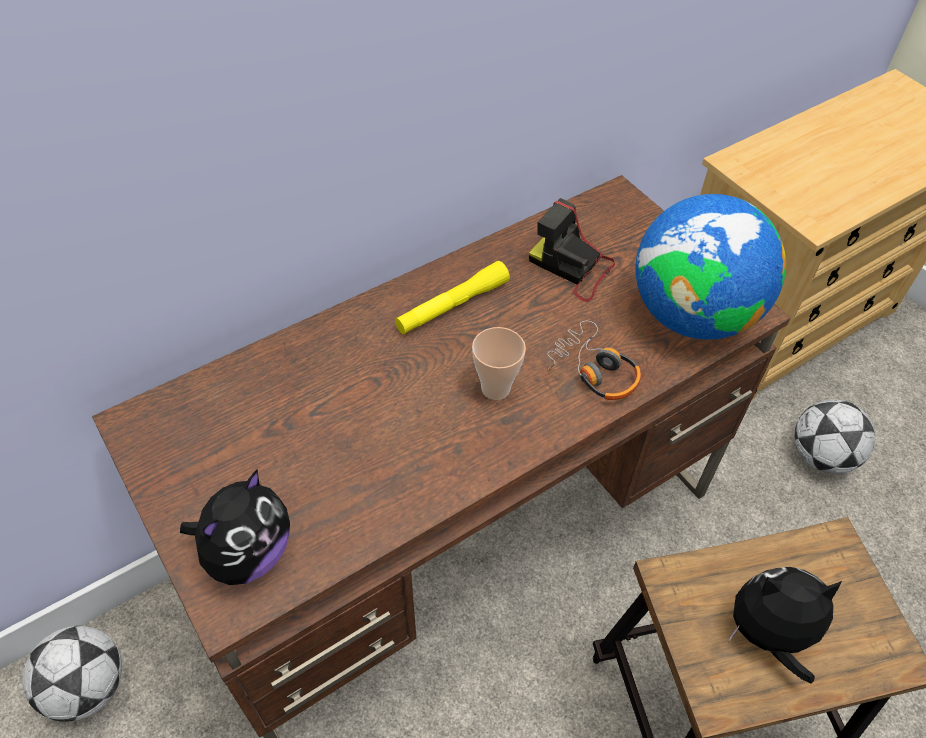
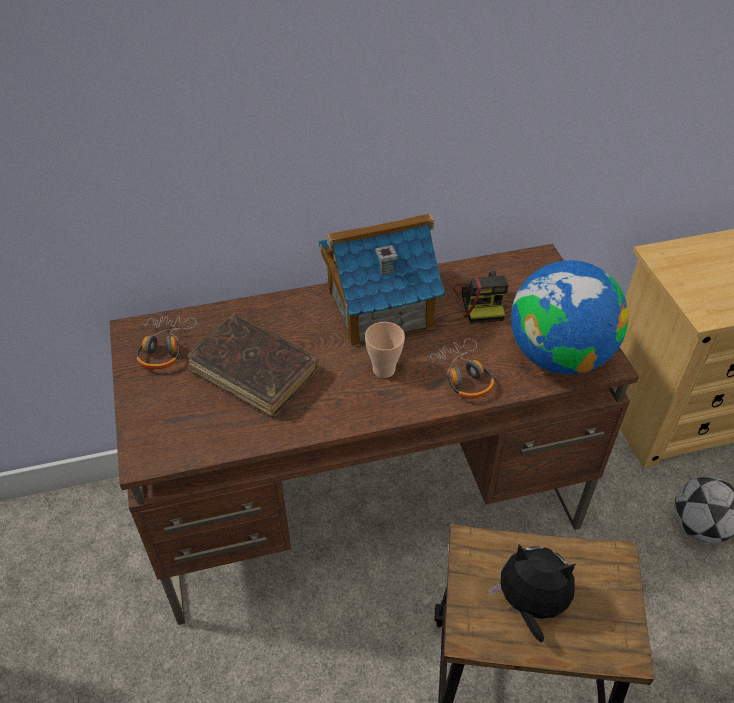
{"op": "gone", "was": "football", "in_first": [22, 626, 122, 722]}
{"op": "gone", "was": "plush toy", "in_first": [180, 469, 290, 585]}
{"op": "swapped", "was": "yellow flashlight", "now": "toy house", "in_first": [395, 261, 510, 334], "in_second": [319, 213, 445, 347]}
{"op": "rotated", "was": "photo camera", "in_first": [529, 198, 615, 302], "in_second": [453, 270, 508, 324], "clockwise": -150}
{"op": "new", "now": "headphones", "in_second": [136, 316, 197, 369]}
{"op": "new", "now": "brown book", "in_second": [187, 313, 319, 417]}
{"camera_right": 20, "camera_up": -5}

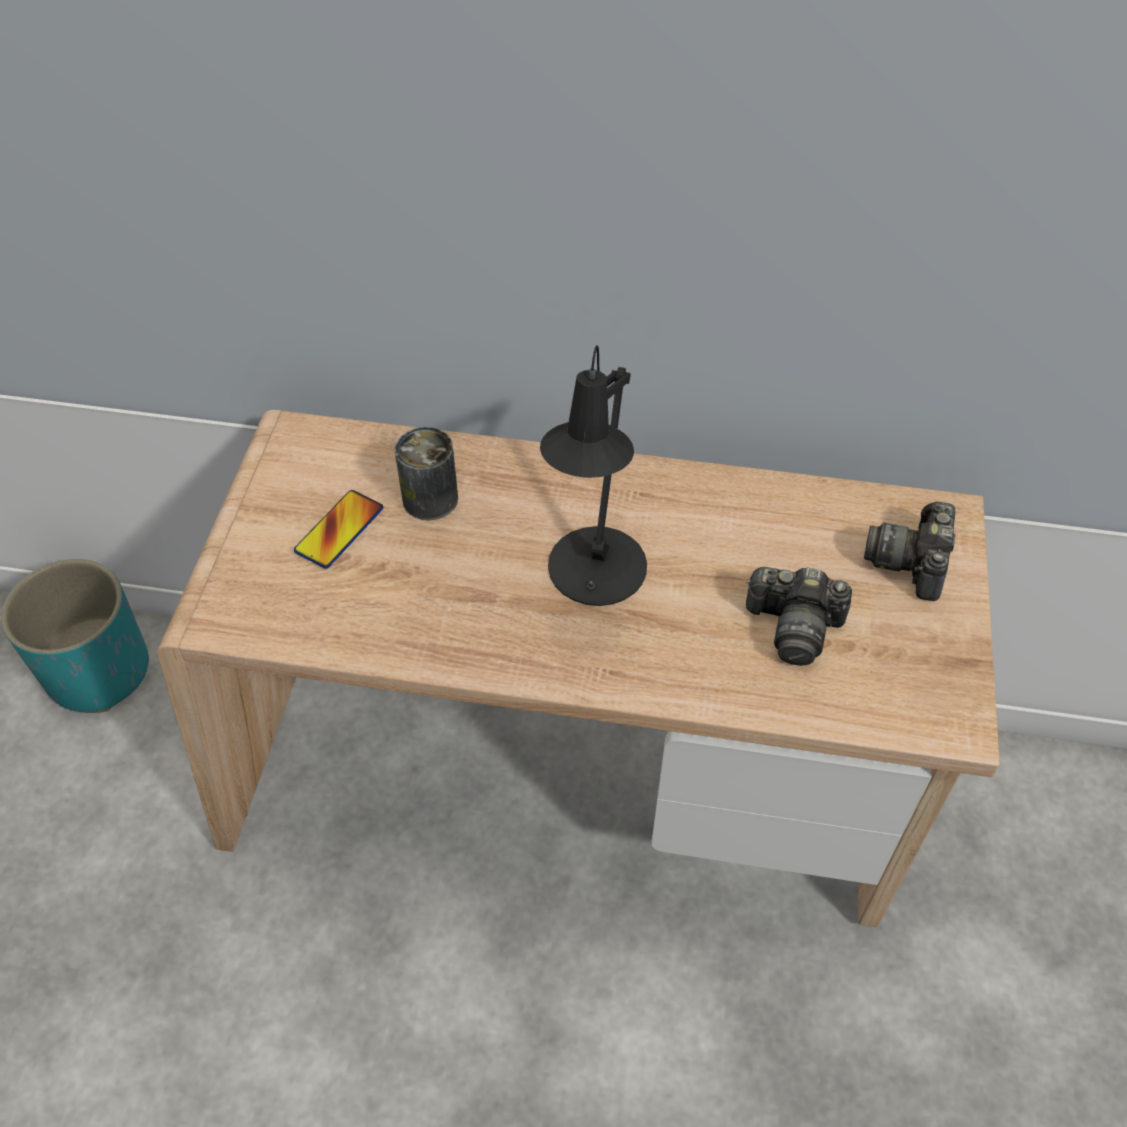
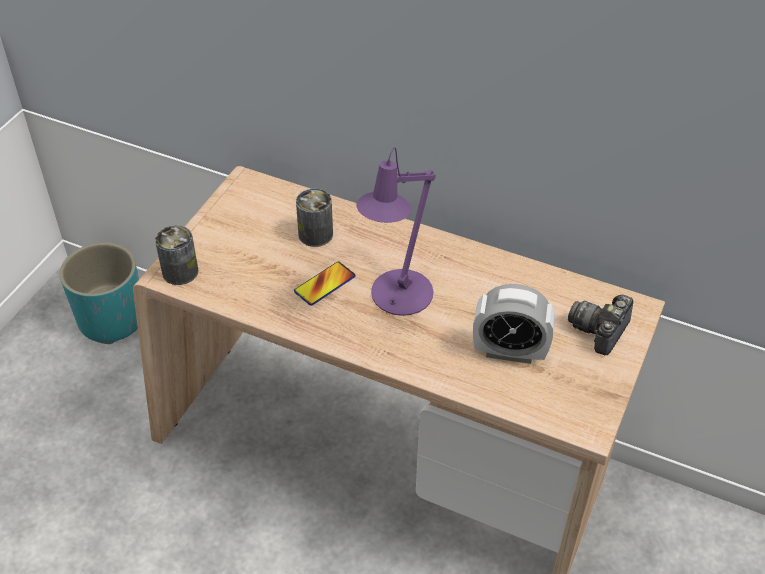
{"op": "shifted", "was": "phone", "in_first": [294, 490, 383, 568], "in_second": [294, 262, 356, 306]}
{"op": "repainted", "was": "black table lamp", "now": "purple table lamp", "in_first": [540, 345, 647, 606], "in_second": [356, 147, 436, 316]}
{"op": "swapped", "was": "photo camera", "now": "alarm clock", "in_first": [746, 567, 852, 666], "in_second": [473, 284, 555, 364]}
{"op": "new", "now": "can", "in_second": [155, 225, 198, 285]}
{"camera_right": 15, "camera_up": -5}

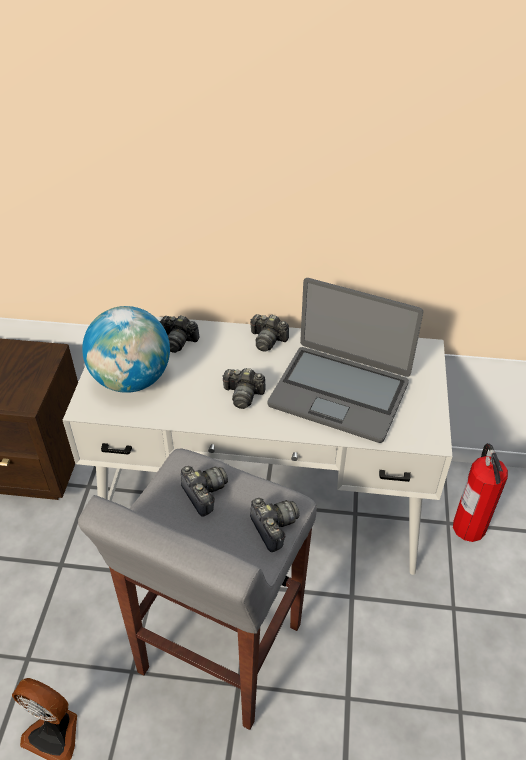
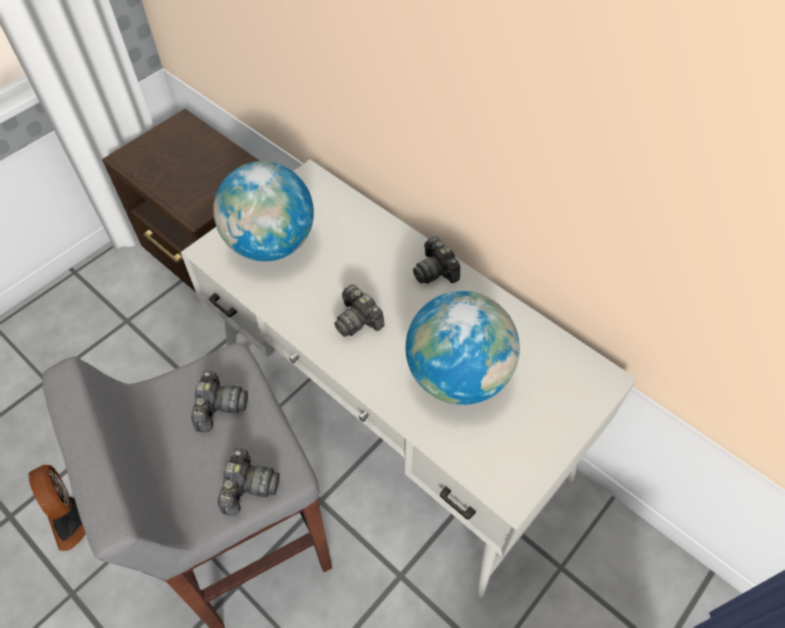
{"op": "gone", "was": "photo camera", "in_first": [159, 315, 200, 353]}
{"op": "swapped", "was": "laptop", "now": "globe", "in_first": [268, 278, 423, 443], "in_second": [406, 291, 520, 405]}
{"op": "gone", "was": "fire extinguisher", "in_first": [453, 443, 508, 542]}
{"camera_right": 35, "camera_up": 10}

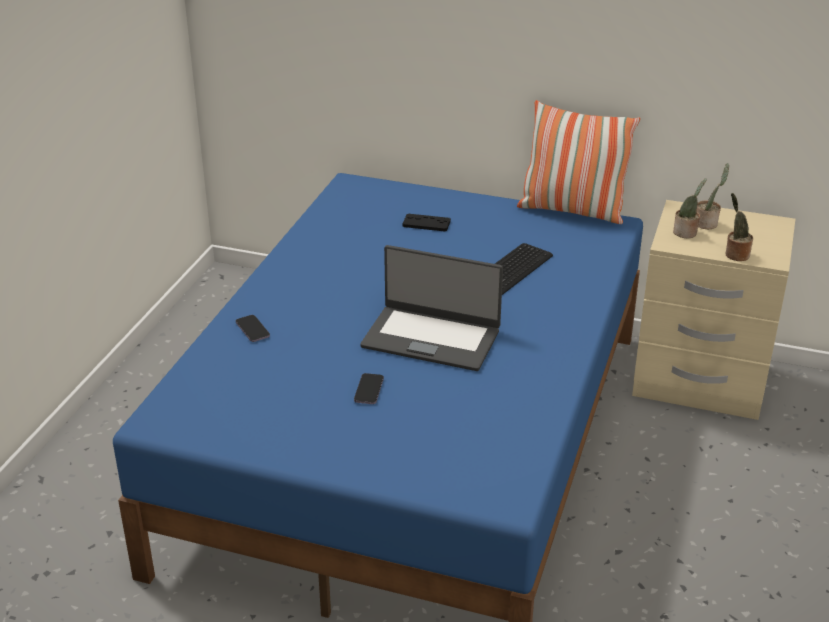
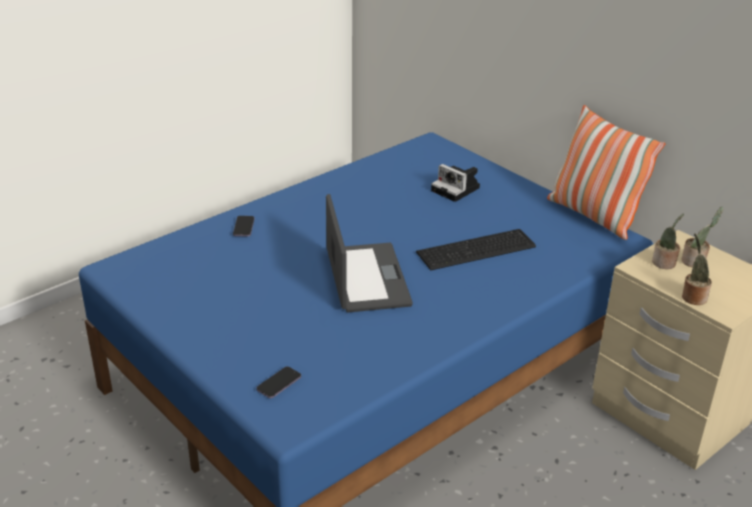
{"op": "shifted", "was": "phone", "in_first": [354, 373, 384, 404], "in_second": [256, 366, 301, 398]}
{"op": "rotated", "was": "laptop", "in_first": [360, 245, 503, 371], "in_second": [326, 194, 413, 312], "clockwise": -150}
{"op": "swapped", "was": "black game controller", "now": "photo camera", "in_first": [402, 214, 451, 231], "in_second": [431, 164, 480, 202]}
{"camera_right": 30, "camera_up": 0}

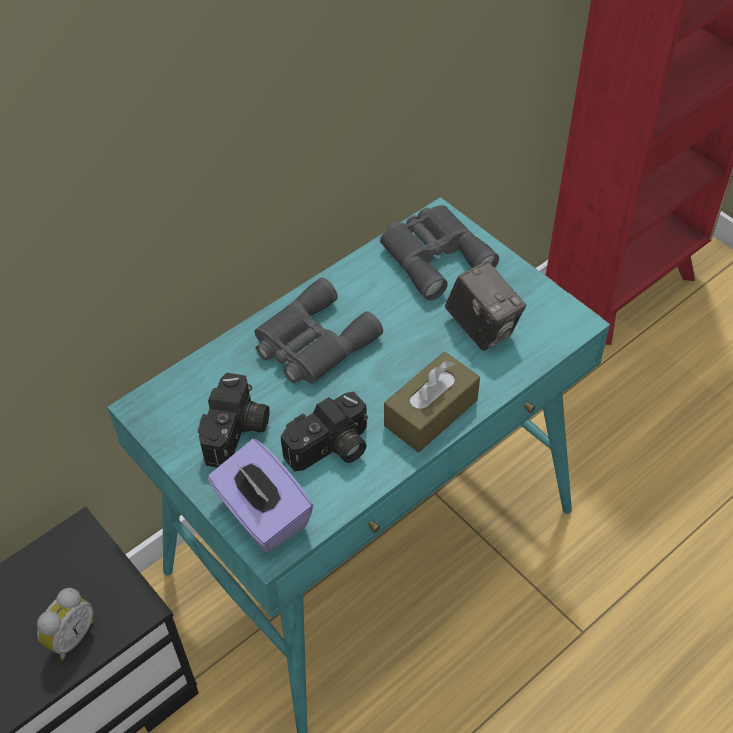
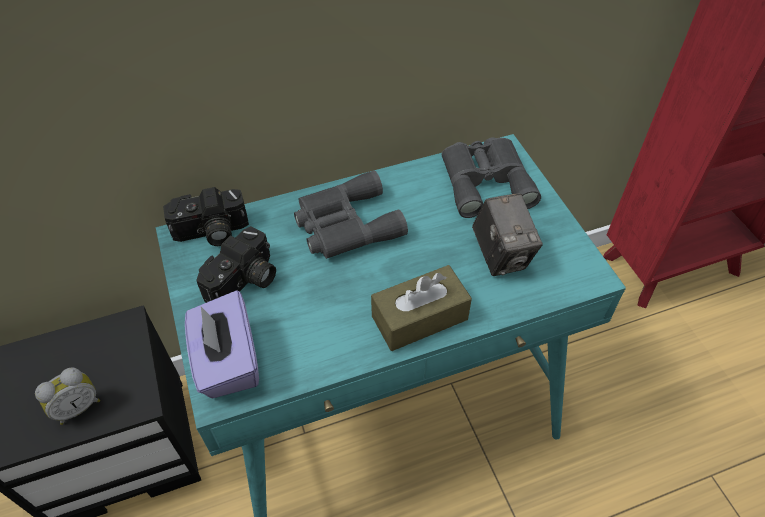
{"op": "shifted", "was": "photo camera", "in_first": [281, 392, 368, 472], "in_second": [163, 187, 249, 246]}
{"camera_right": 20, "camera_up": 0}

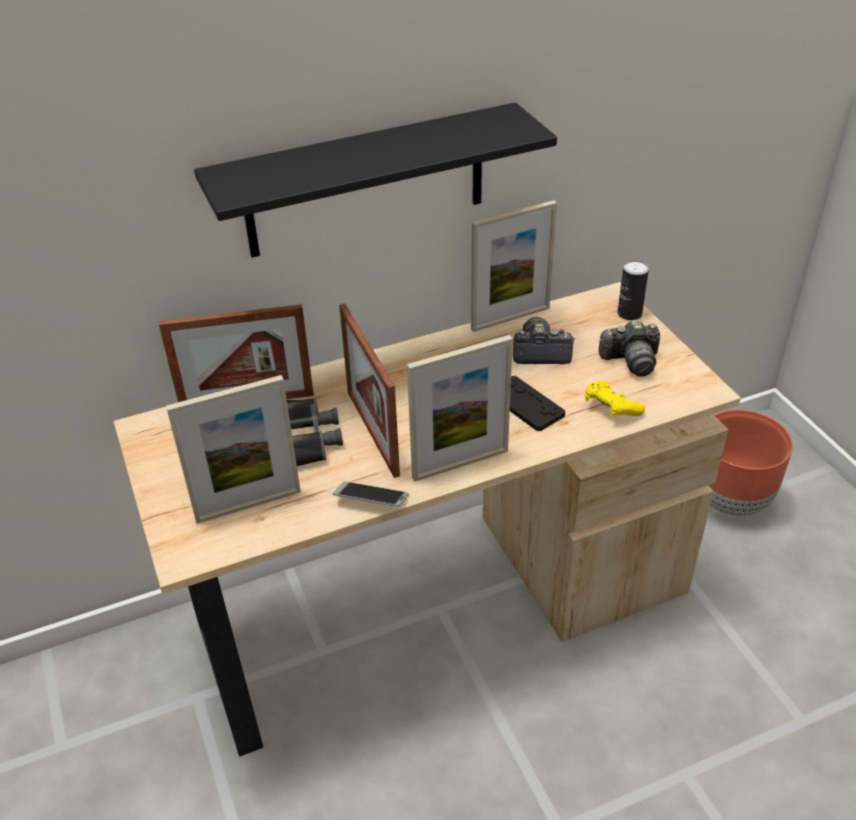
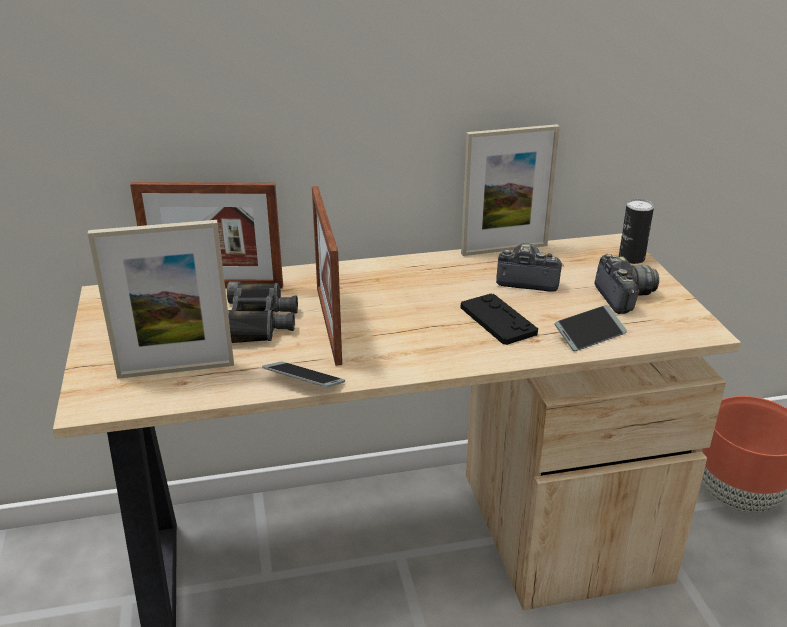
{"op": "gone", "was": "black shelf", "in_first": [194, 102, 557, 258]}
{"op": "gone", "was": "picture frame", "in_first": [407, 335, 513, 482]}
{"op": "swapped", "was": "yellow game controller", "now": "phone", "in_first": [585, 381, 645, 417], "in_second": [554, 305, 627, 351]}
{"op": "rotated", "was": "photo camera", "in_first": [599, 320, 660, 376], "in_second": [594, 254, 659, 314], "clockwise": -105}
{"camera_right": 10, "camera_up": -10}

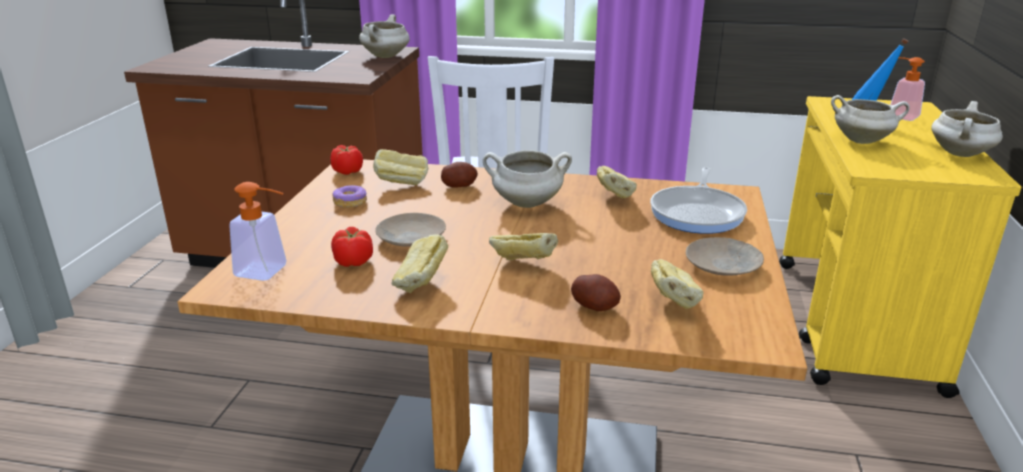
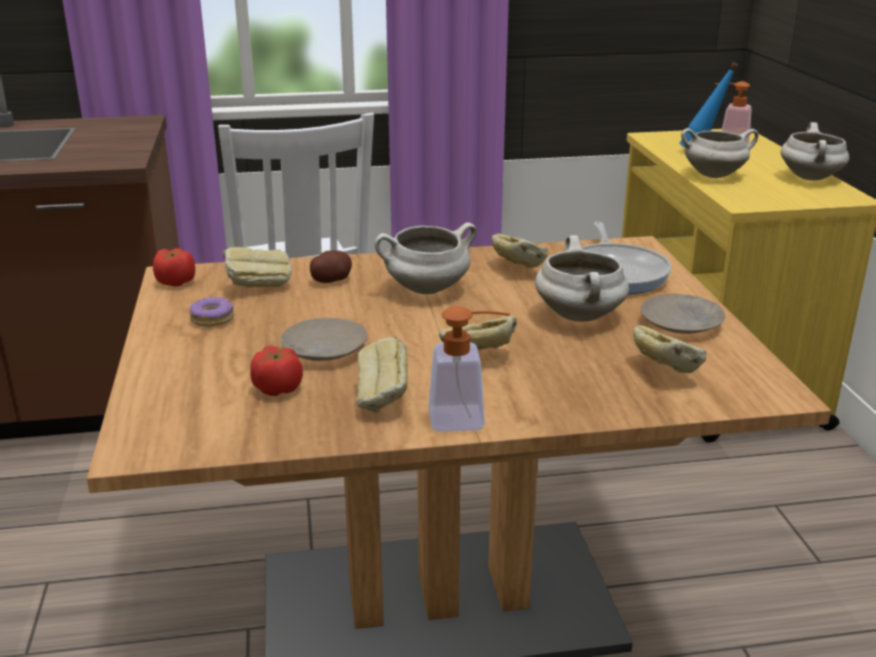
{"op": "shifted", "was": "soap dispenser", "in_first": [229, 182, 287, 281], "in_second": [428, 306, 510, 432]}
{"op": "shifted", "was": "white cooking pot", "in_first": [359, 14, 410, 58], "in_second": [535, 235, 629, 322]}
{"op": "gone", "was": "potato", "in_first": [571, 274, 621, 311]}
{"camera_right": -20, "camera_up": 0}

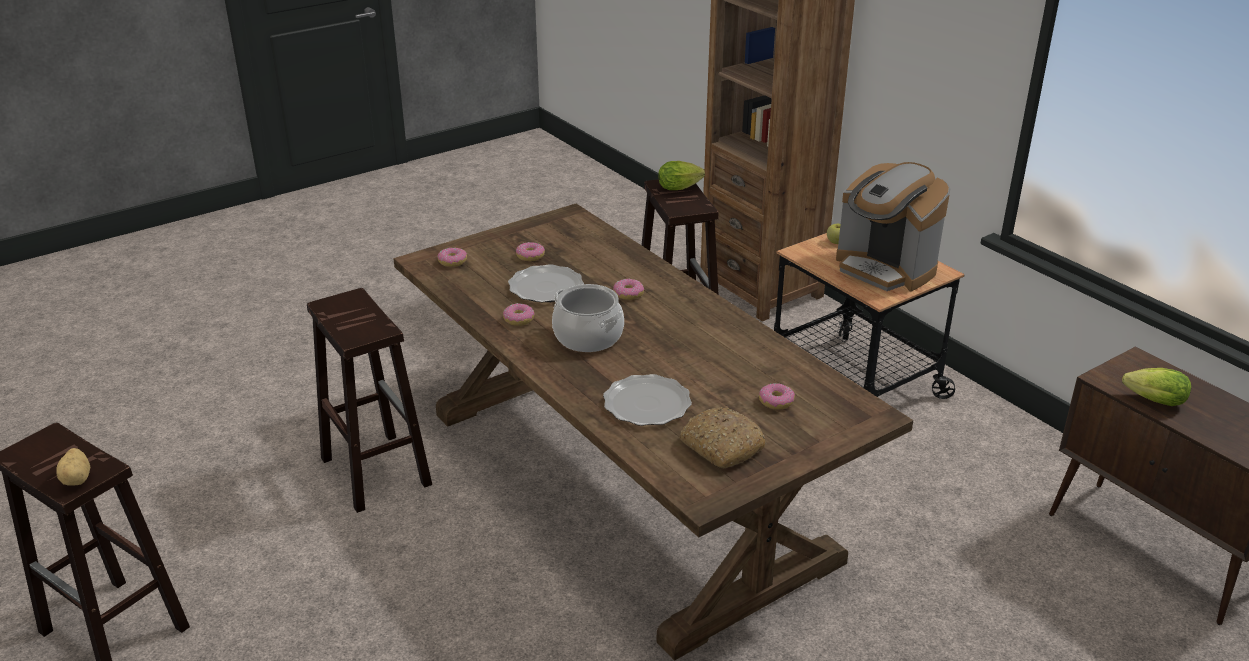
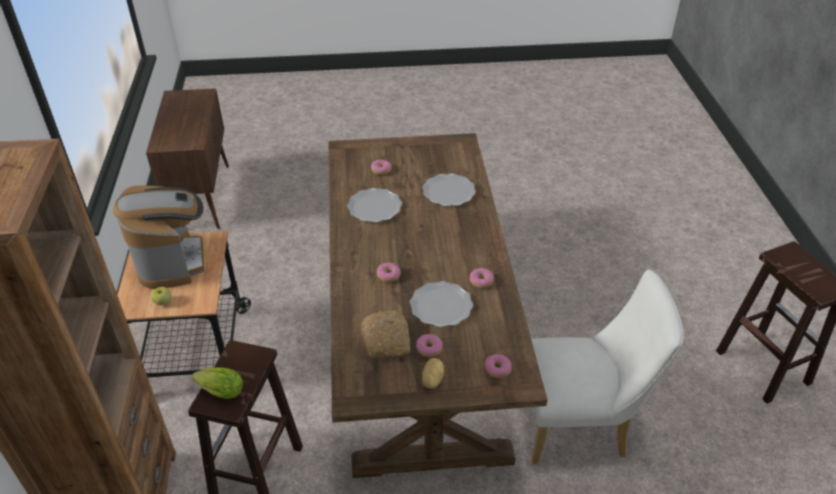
{"op": "shifted", "was": "potato", "in_first": [56, 448, 90, 485], "in_second": [422, 358, 444, 389]}
{"op": "swapped", "was": "brown stool", "now": "white chair", "in_first": [307, 288, 432, 513], "in_second": [531, 270, 684, 464]}
{"op": "gone", "was": "cooking pot", "in_first": [552, 284, 624, 352]}
{"op": "shifted", "was": "bread", "in_first": [679, 407, 767, 468], "in_second": [361, 311, 410, 357]}
{"op": "gone", "was": "lettuce", "in_first": [1122, 368, 1191, 406]}
{"op": "new", "now": "plate", "in_second": [347, 188, 402, 223]}
{"camera_right": -150, "camera_up": 10}

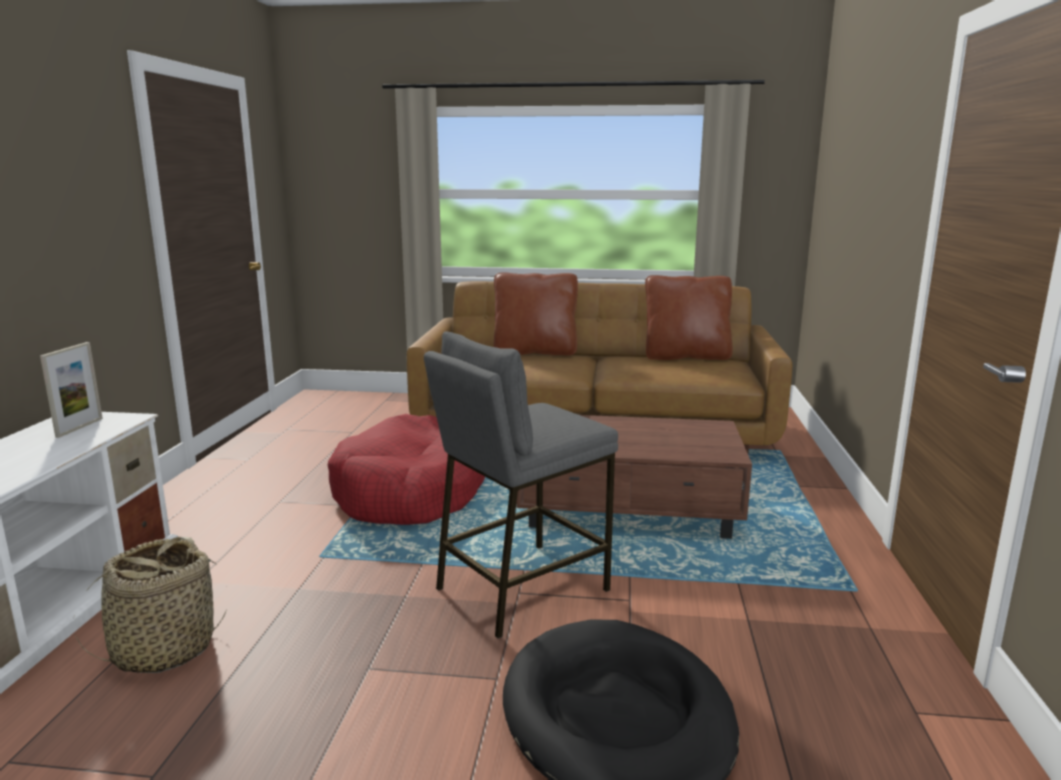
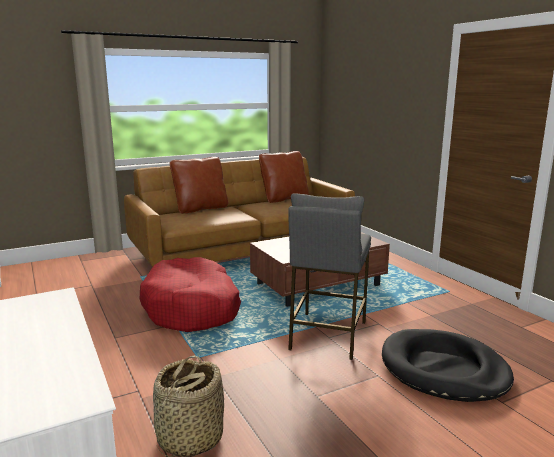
{"op": "gone", "was": "picture frame", "in_first": [40, 342, 103, 438]}
{"camera_right": -35, "camera_up": 0}

